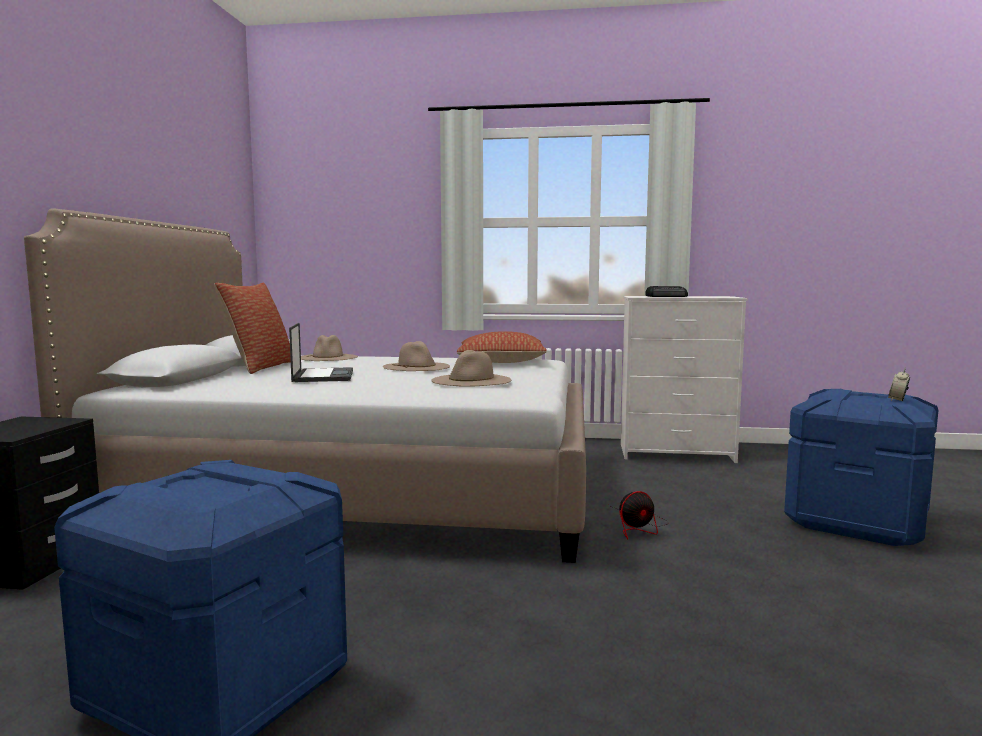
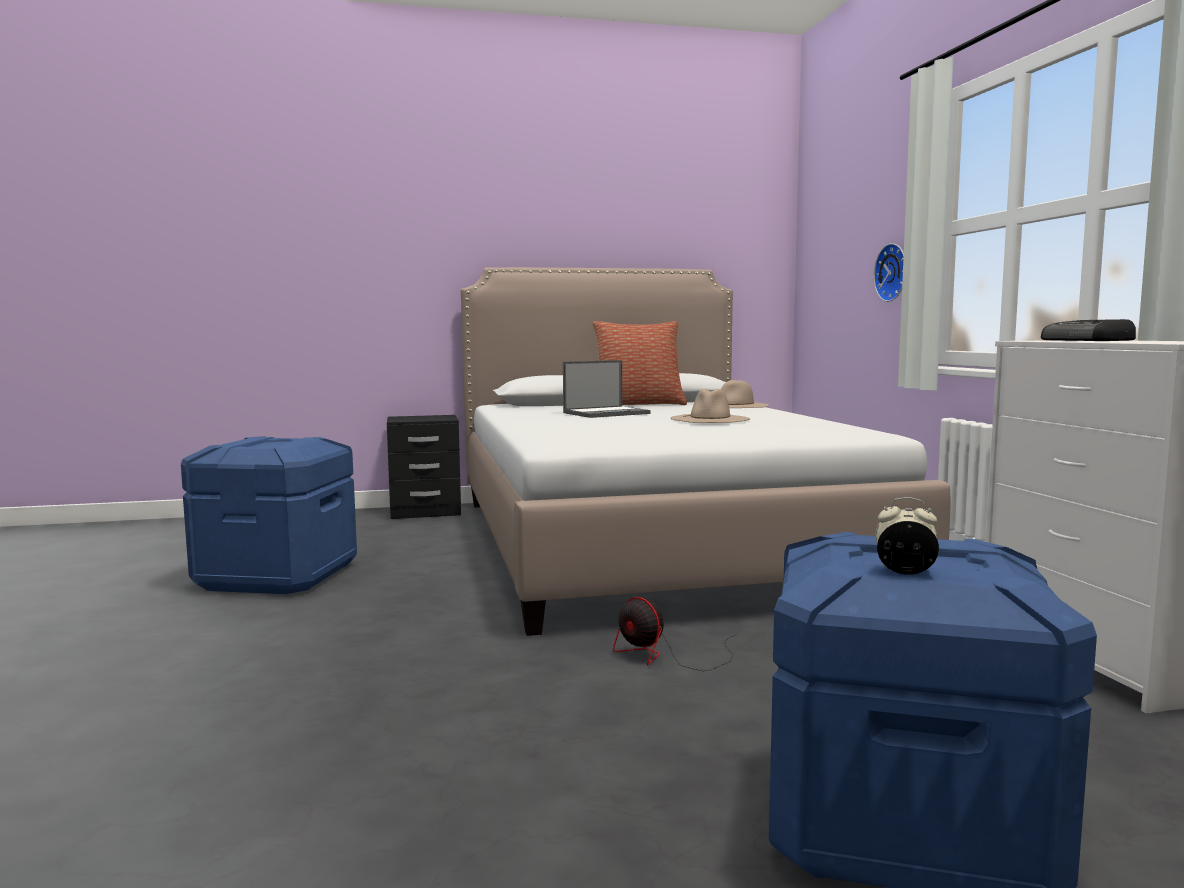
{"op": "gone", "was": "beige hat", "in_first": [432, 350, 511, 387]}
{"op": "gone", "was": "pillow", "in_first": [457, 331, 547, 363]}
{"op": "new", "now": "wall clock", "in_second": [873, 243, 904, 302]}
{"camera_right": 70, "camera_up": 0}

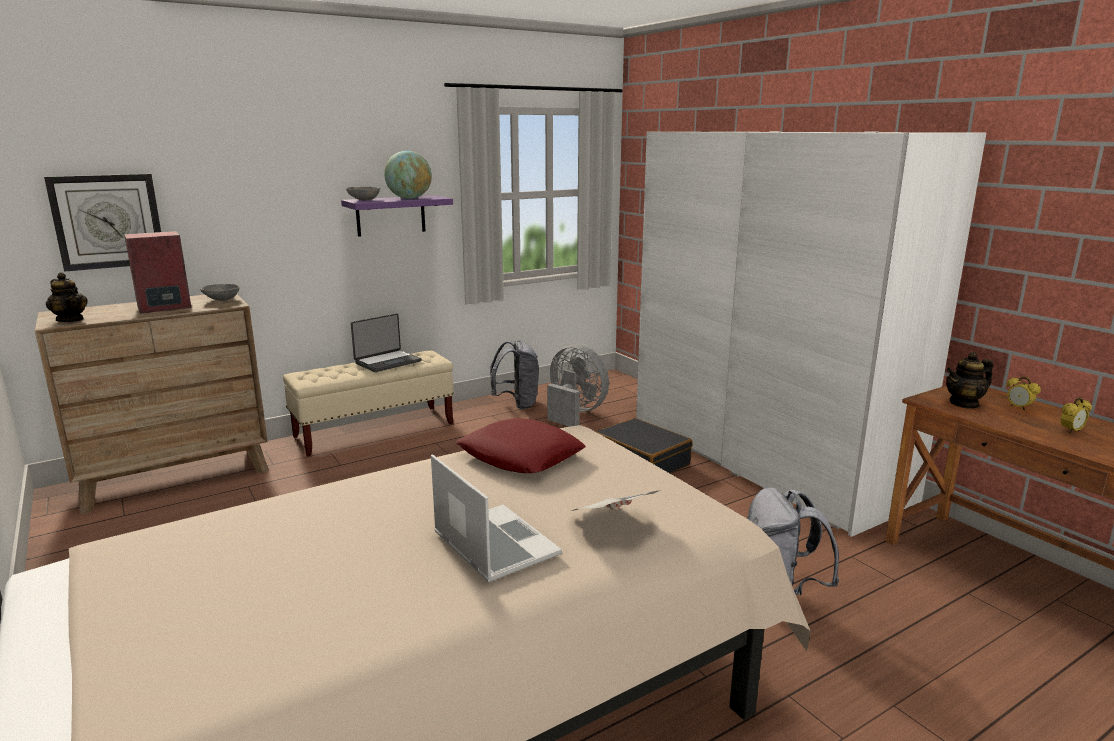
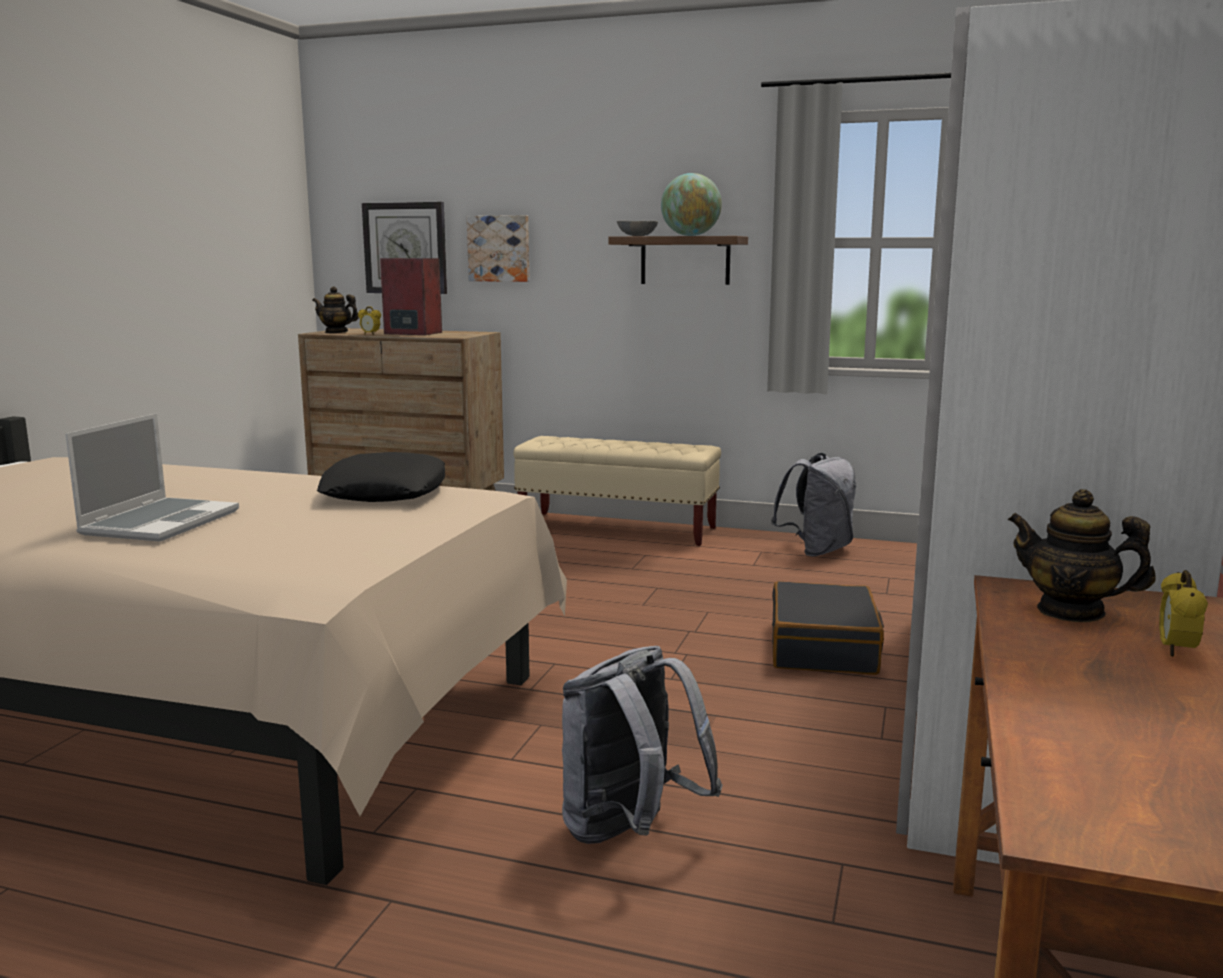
{"op": "rotated", "was": "teapot", "in_first": [46, 272, 88, 322], "in_second": [312, 286, 359, 333], "clockwise": 105}
{"op": "gone", "was": "grey bowl", "in_first": [200, 284, 240, 301]}
{"op": "repainted", "was": "purple shelf", "now": "brown shelf", "in_first": [341, 195, 453, 237], "in_second": [608, 236, 748, 285]}
{"op": "gone", "was": "laptop", "in_first": [351, 313, 421, 372]}
{"op": "repainted", "was": "red pillow", "now": "black pillow", "in_first": [456, 418, 586, 473], "in_second": [317, 452, 445, 502]}
{"op": "gone", "was": "grey fan", "in_first": [547, 345, 609, 427]}
{"op": "gone", "was": "newspaper", "in_first": [571, 490, 661, 511]}
{"op": "shifted", "was": "alarm clock", "in_first": [1060, 398, 1092, 434], "in_second": [358, 306, 381, 335]}
{"op": "new", "now": "picture", "in_second": [467, 215, 529, 282]}
{"camera_right": 50, "camera_up": -5}

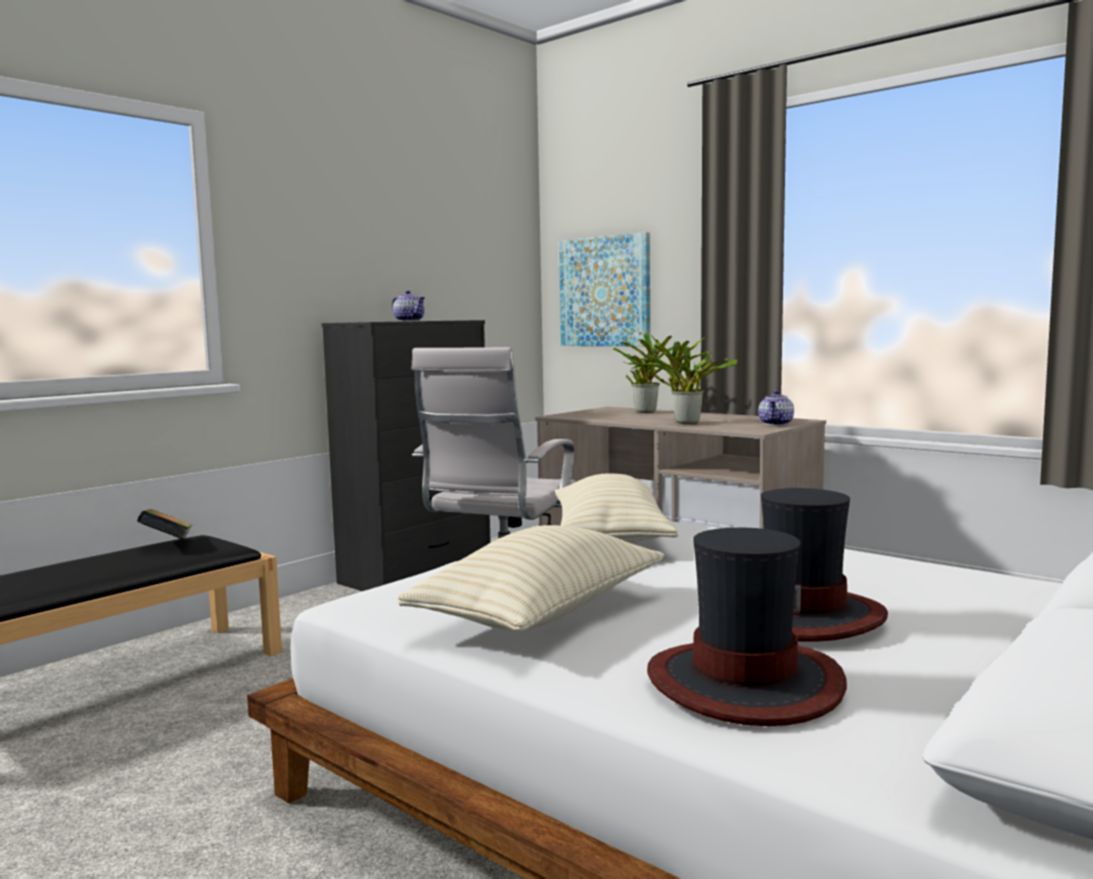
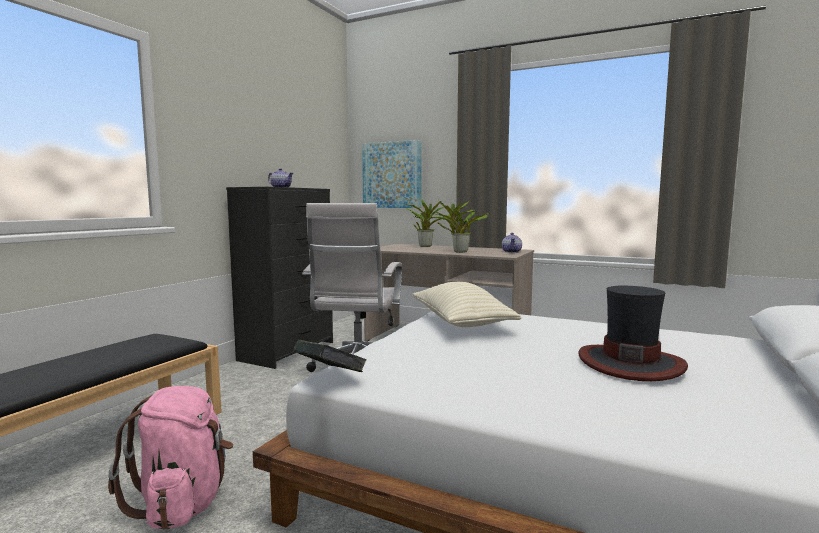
{"op": "shifted", "was": "book", "in_first": [137, 509, 192, 539], "in_second": [293, 340, 367, 372]}
{"op": "gone", "was": "beige pillow", "in_first": [398, 525, 664, 632]}
{"op": "gone", "was": "hat", "in_first": [647, 528, 847, 726]}
{"op": "new", "now": "pink backpack", "in_second": [108, 386, 233, 530]}
{"camera_right": -15, "camera_up": 0}

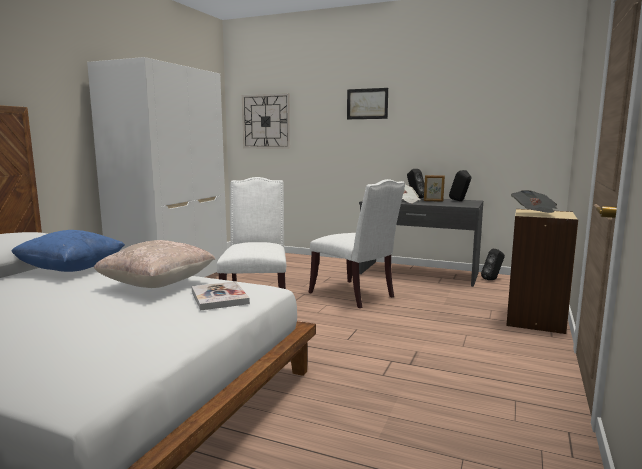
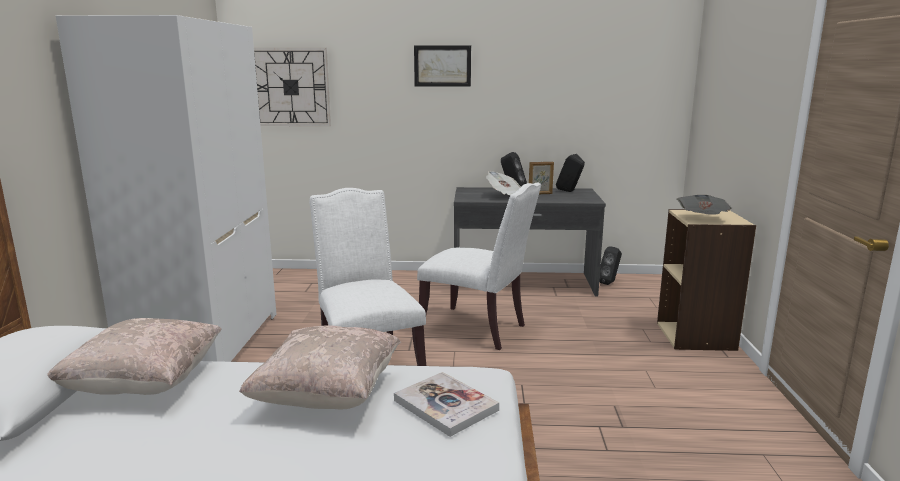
{"op": "repainted", "was": "blue pillow", "now": "beige pillow", "in_first": [12, 230, 125, 272], "in_second": [47, 318, 222, 395]}
{"camera_right": -20, "camera_up": 5}

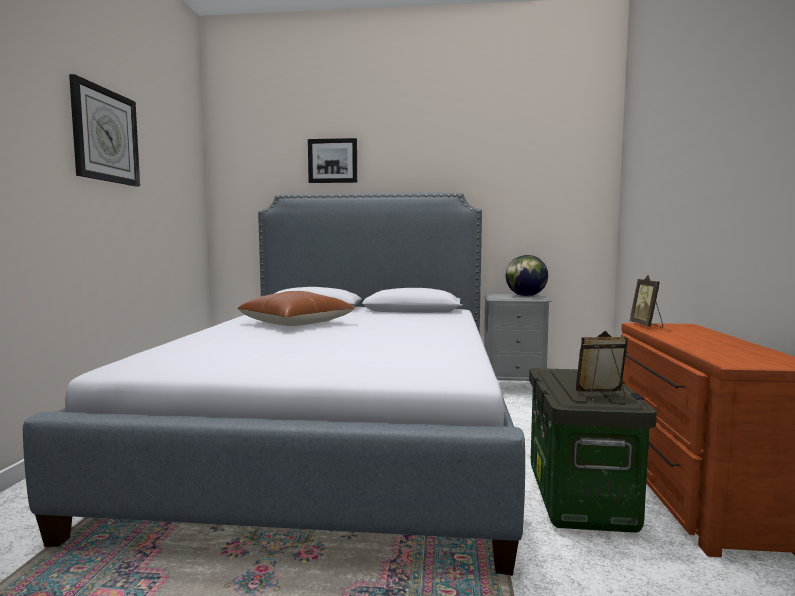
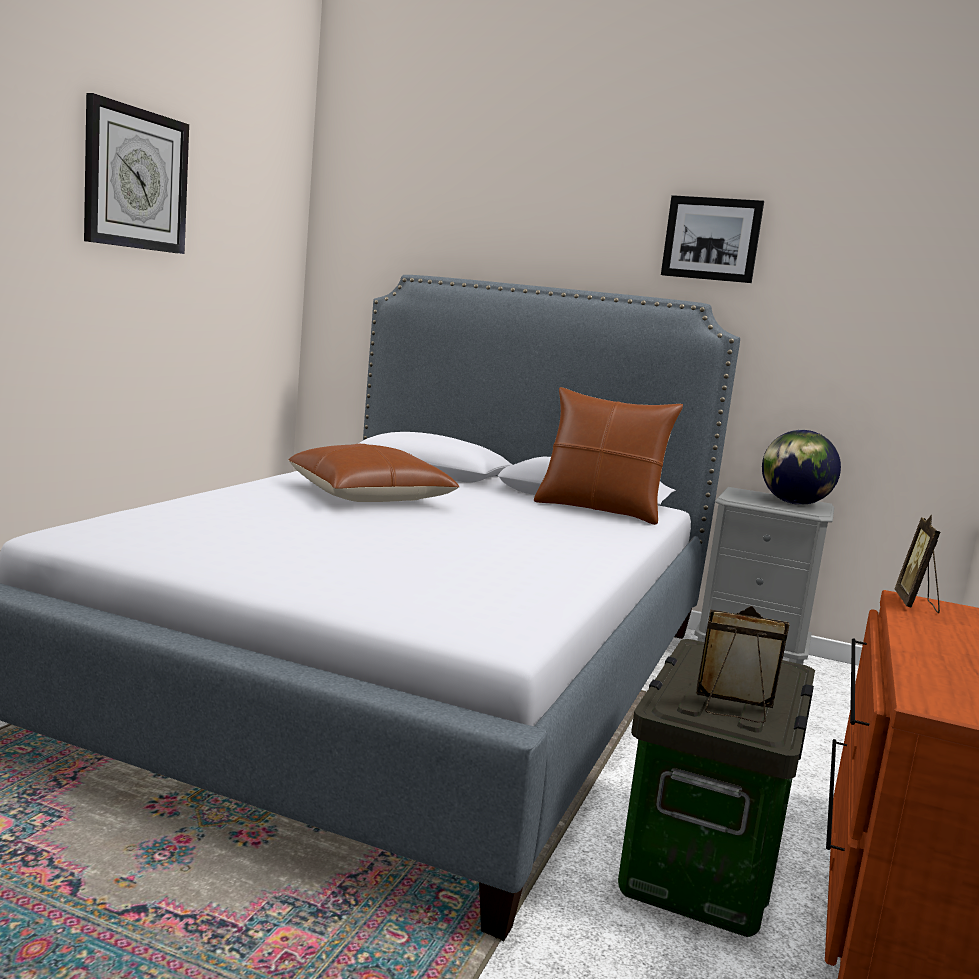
{"op": "shifted", "was": "picture", "in_first": [308, 138, 357, 183], "in_second": [661, 195, 764, 283]}
{"op": "new", "now": "brown pillow", "in_second": [534, 387, 683, 525]}
{"camera_right": 15, "camera_up": 5}

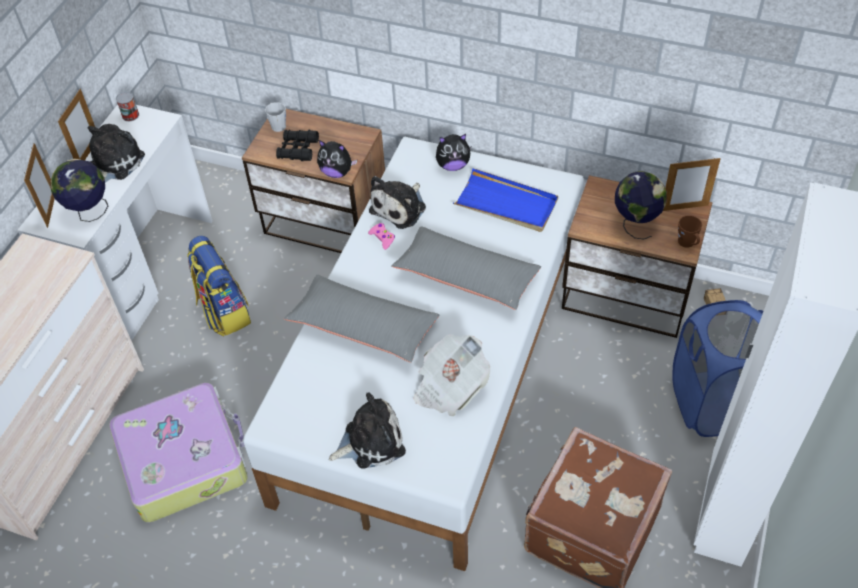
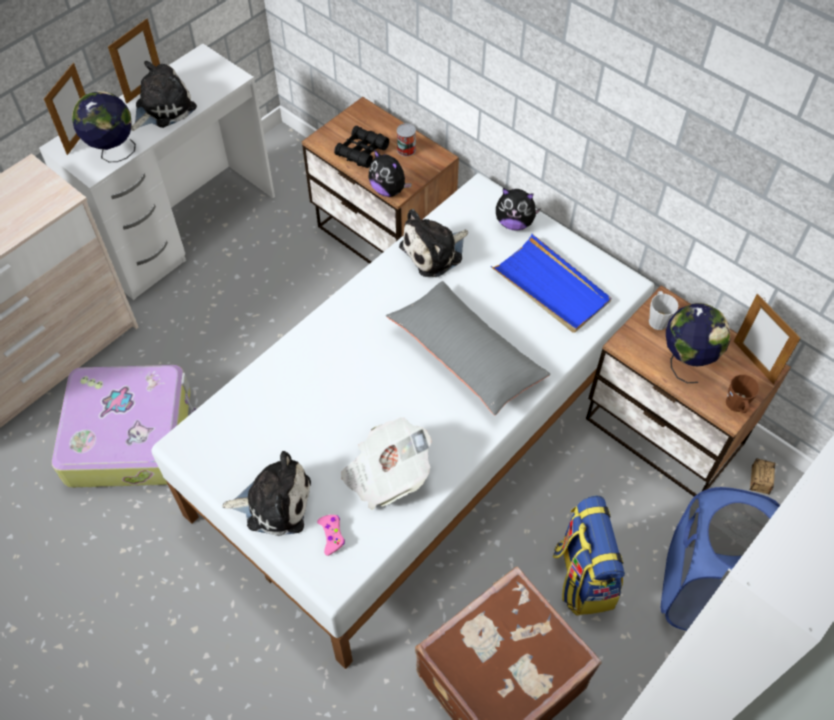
{"op": "shifted", "was": "can", "in_first": [116, 92, 139, 121], "in_second": [397, 123, 416, 156]}
{"op": "shifted", "was": "backpack", "in_first": [187, 236, 251, 336], "in_second": [552, 495, 625, 616]}
{"op": "shifted", "was": "grey mug", "in_first": [265, 102, 286, 132], "in_second": [649, 291, 678, 330]}
{"op": "gone", "was": "grey pillow", "in_first": [284, 275, 439, 363]}
{"op": "shifted", "was": "pink game controller", "in_first": [368, 223, 395, 250], "in_second": [317, 515, 345, 556]}
{"op": "rotated", "was": "picture frame", "in_first": [663, 157, 721, 211], "in_second": [734, 294, 801, 385], "clockwise": 45}
{"camera_right": 20, "camera_up": 5}

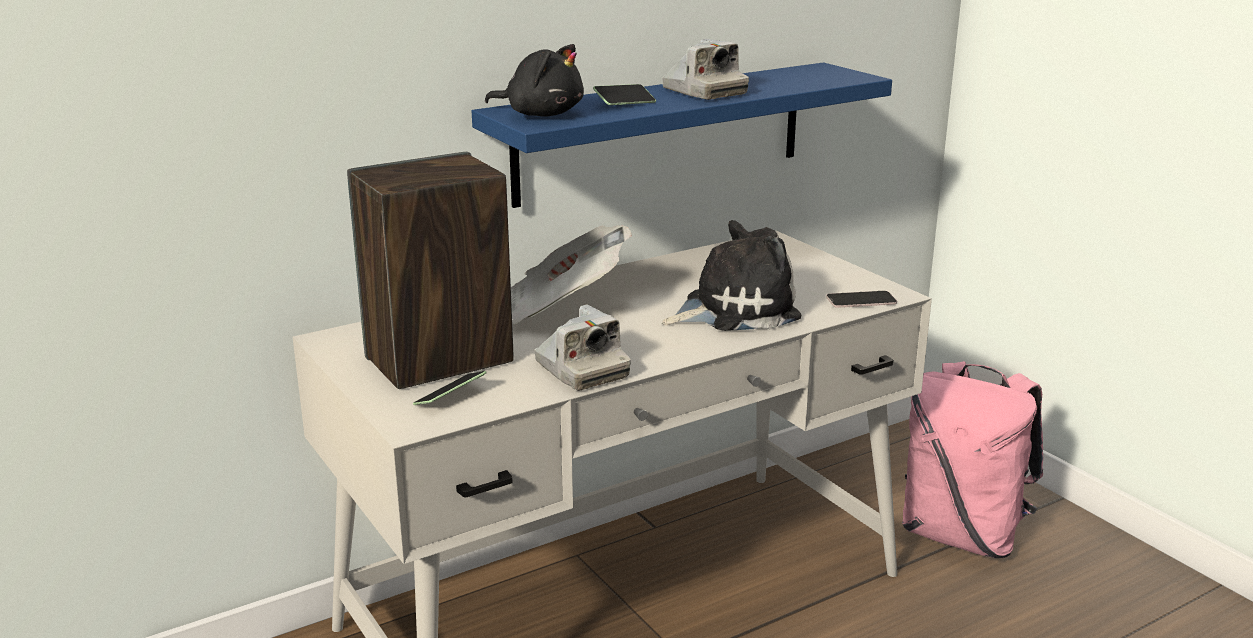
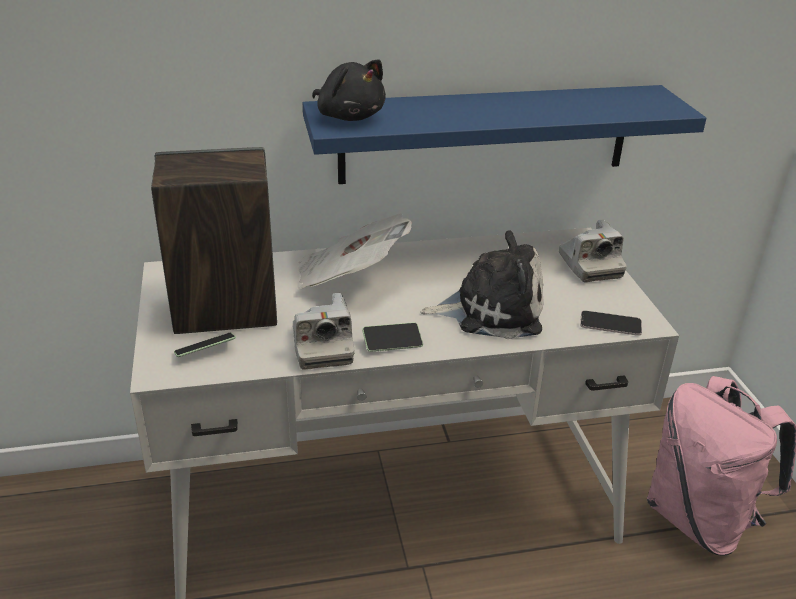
{"op": "shifted", "was": "phone", "in_first": [593, 84, 656, 105], "in_second": [362, 322, 423, 352]}
{"op": "shifted", "was": "photo camera", "in_first": [662, 39, 749, 100], "in_second": [559, 219, 627, 282]}
{"camera_right": 20, "camera_up": 10}

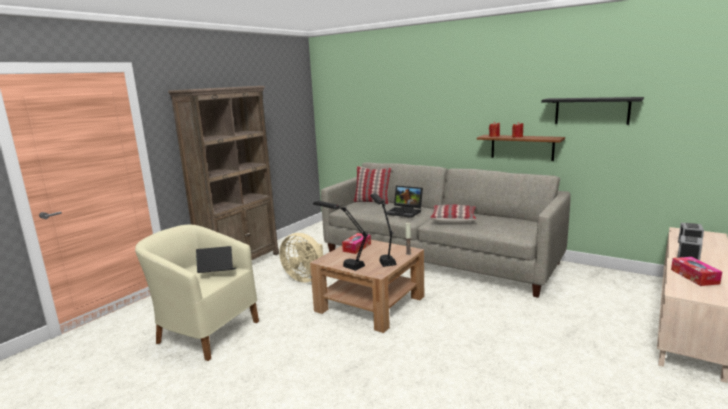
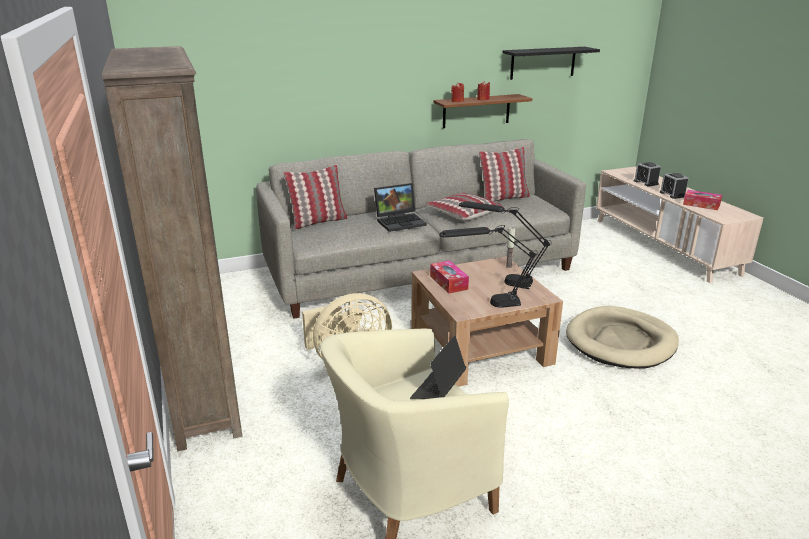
{"op": "new", "now": "pillow", "in_second": [479, 147, 530, 202]}
{"op": "new", "now": "beige dog bed", "in_second": [566, 306, 679, 369]}
{"camera_right": -55, "camera_up": 10}

